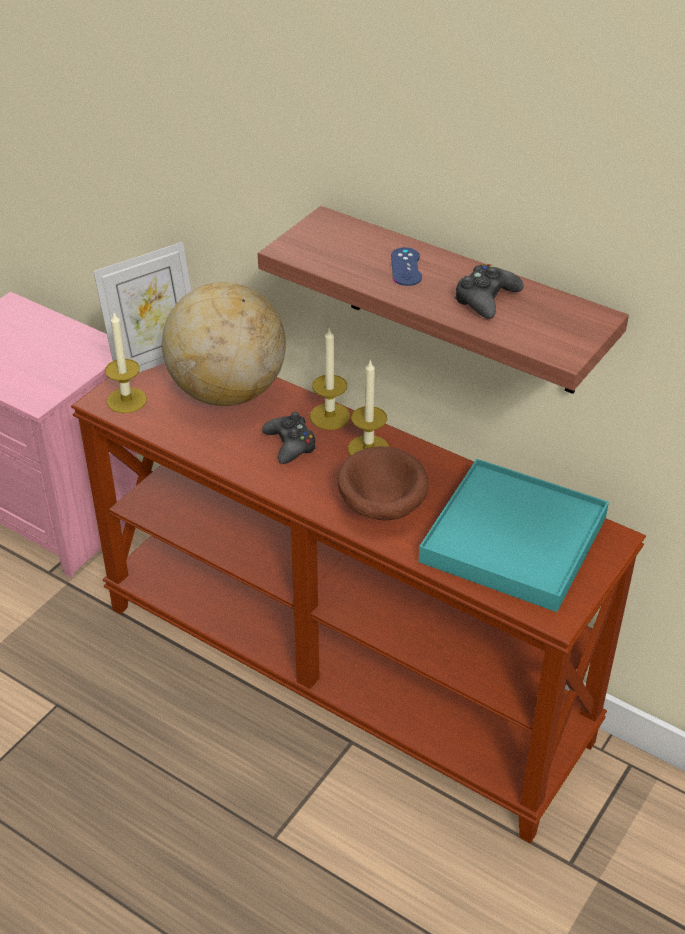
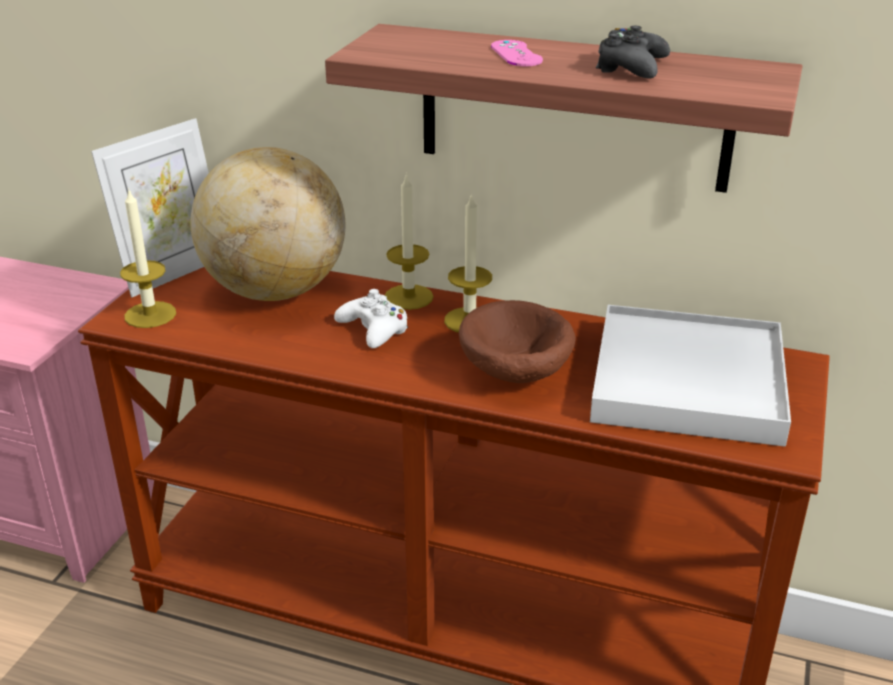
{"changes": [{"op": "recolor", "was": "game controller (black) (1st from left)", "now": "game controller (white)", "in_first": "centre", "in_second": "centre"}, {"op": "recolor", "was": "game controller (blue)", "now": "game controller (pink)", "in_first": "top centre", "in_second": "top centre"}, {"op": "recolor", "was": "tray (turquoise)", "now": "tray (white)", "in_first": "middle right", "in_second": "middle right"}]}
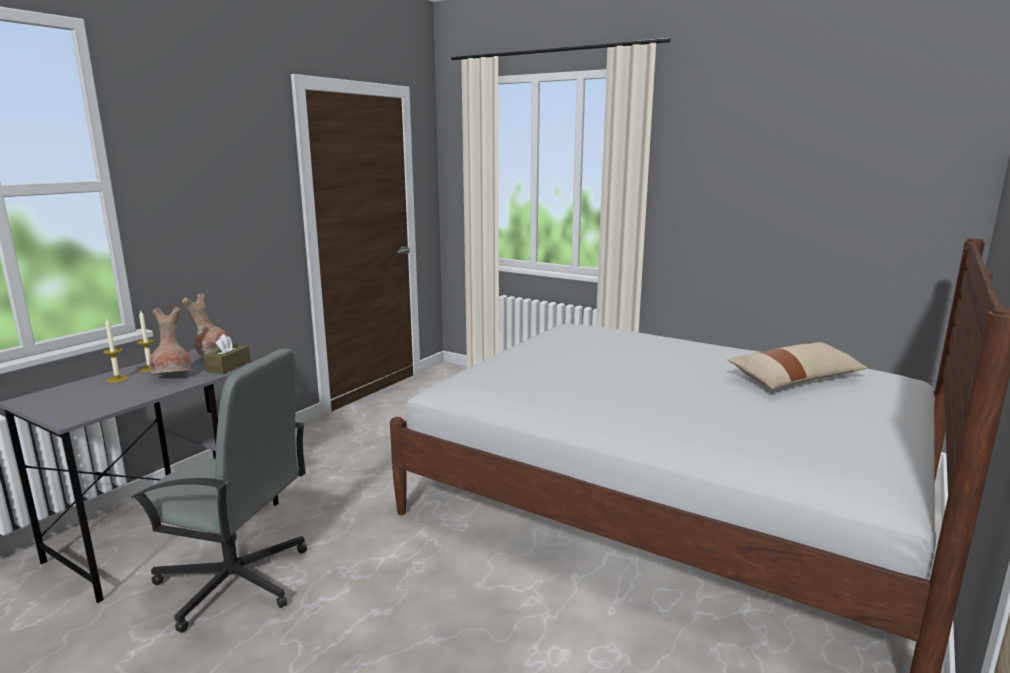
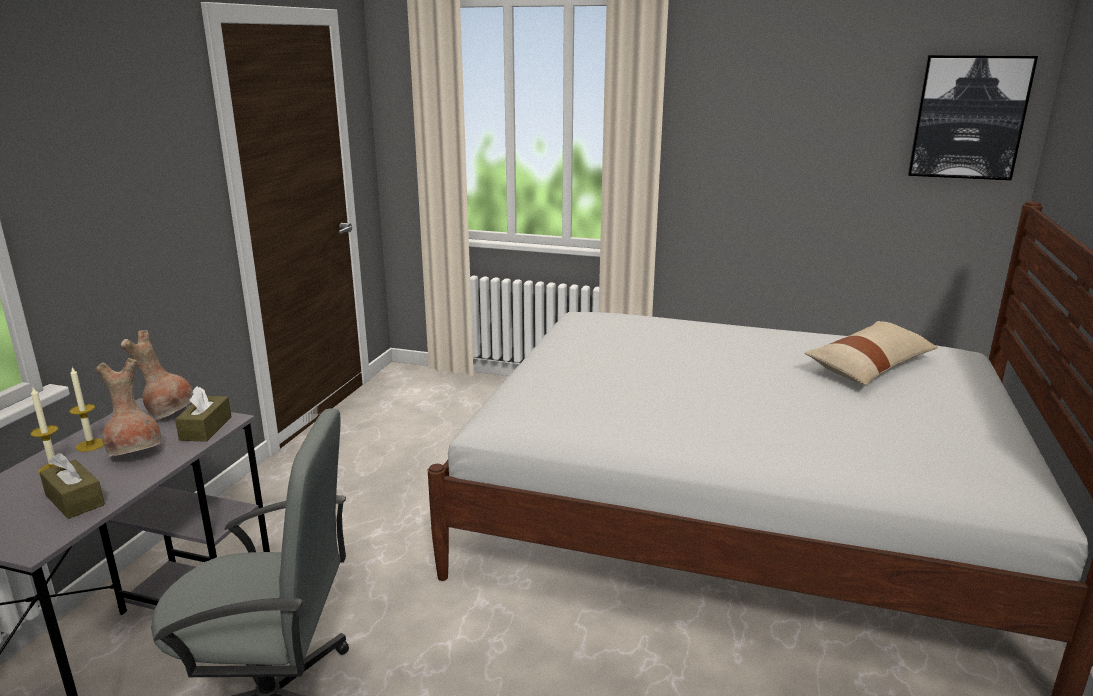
{"changes": [{"op": "insert", "now": "tissue box (brown) (1st from left)", "in_second": "bottom left"}, {"op": "insert", "now": "picture", "in_second": "top right"}]}
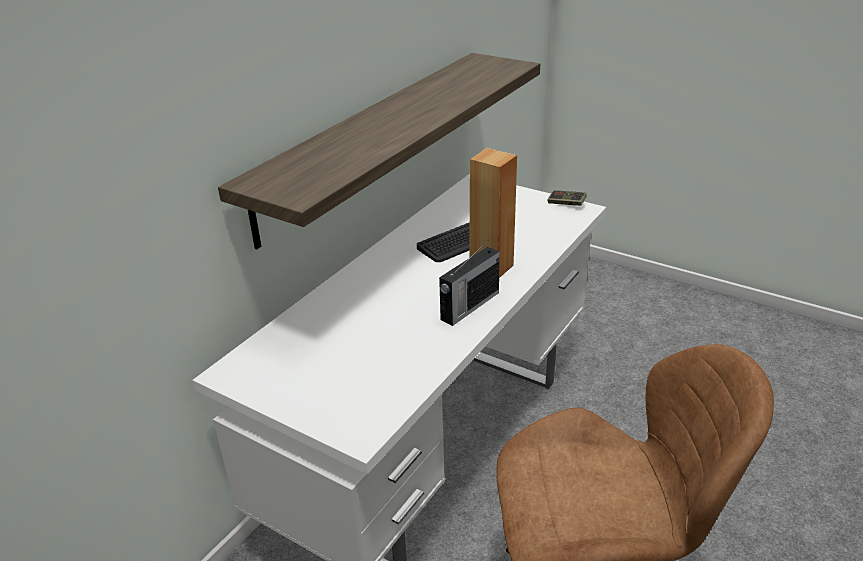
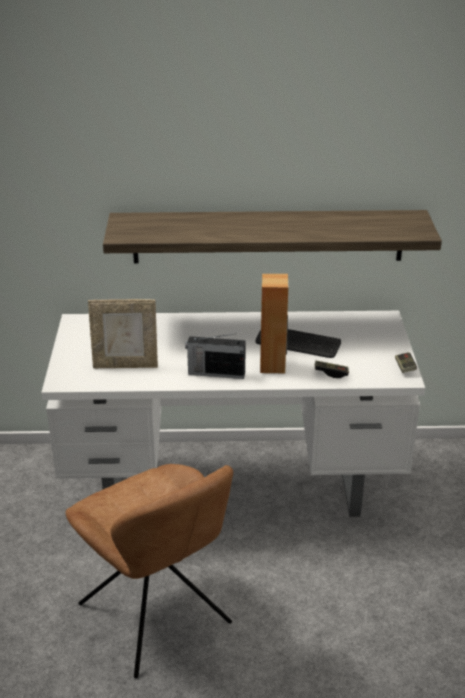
{"changes": [{"op": "insert", "now": "picture frame", "in_second": "middle left"}, {"op": "insert", "now": "game controller (1st from left)", "in_second": "middle right"}]}
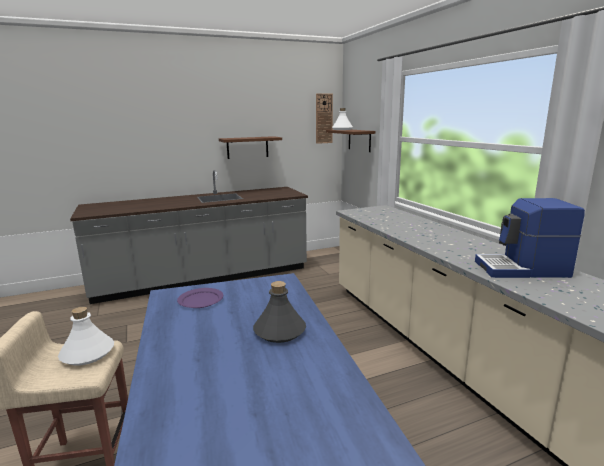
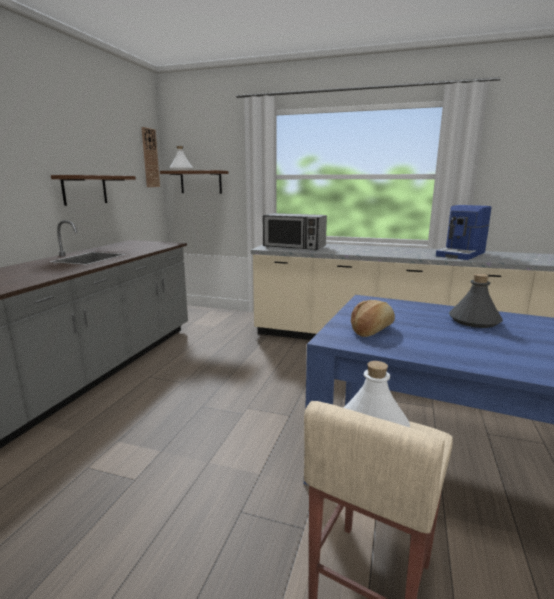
{"changes": [{"op": "replace", "was": "plate (purple)", "now": "bread", "in_first": "middle left", "in_second": "middle right"}, {"op": "insert", "now": "microwave", "in_second": "centre"}]}
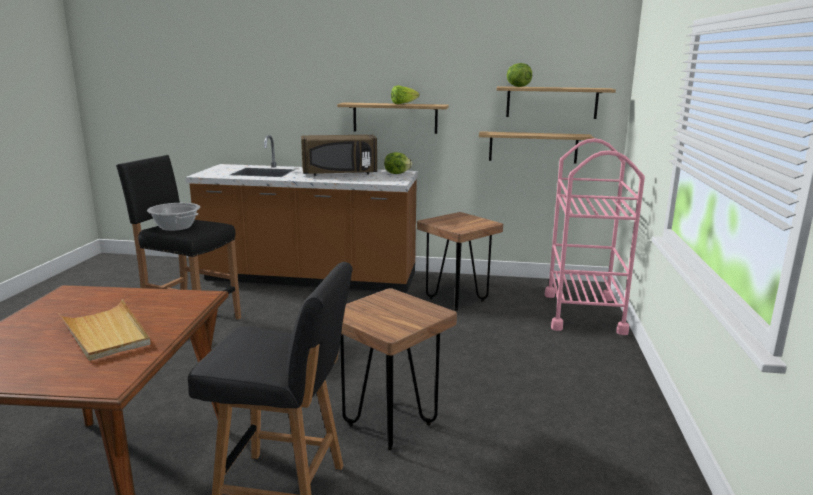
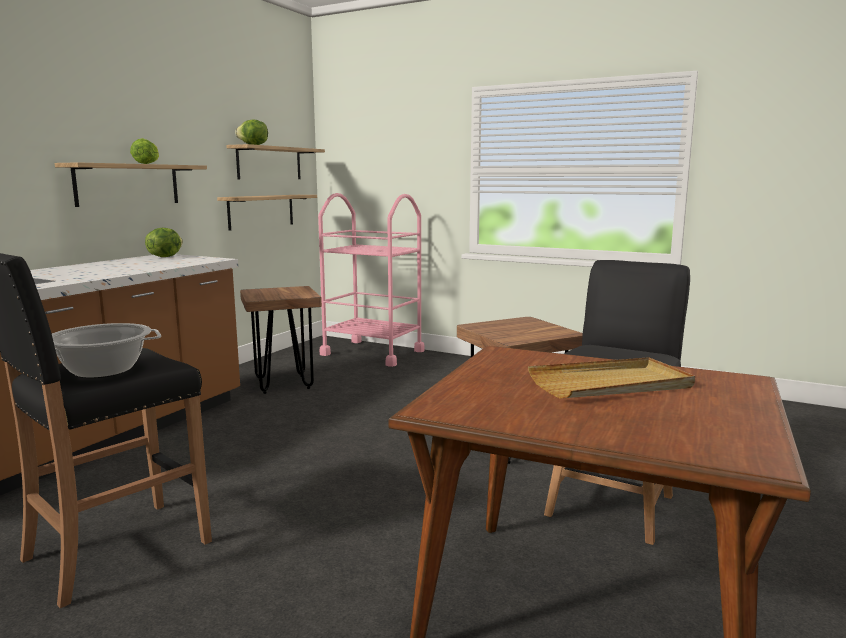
{"changes": [{"op": "delete", "was": "microwave (brown)", "in_first": "top centre"}]}
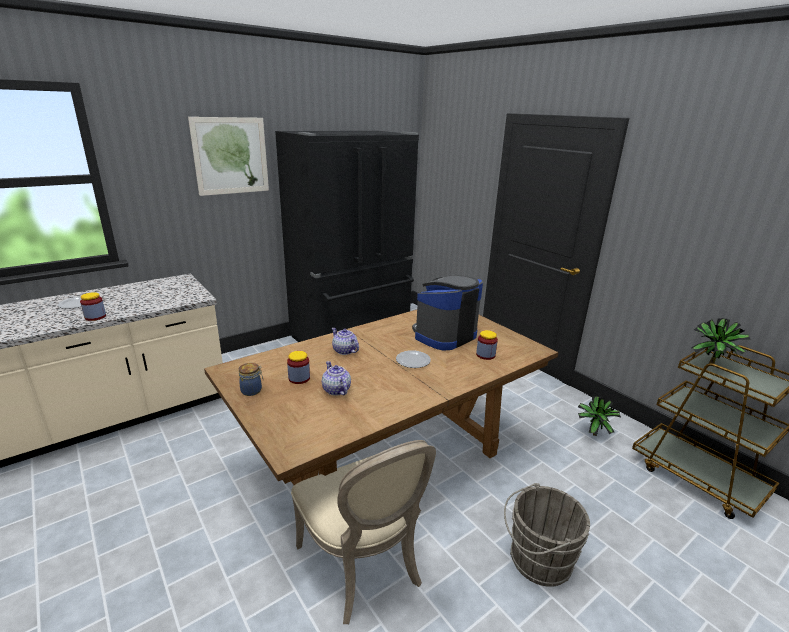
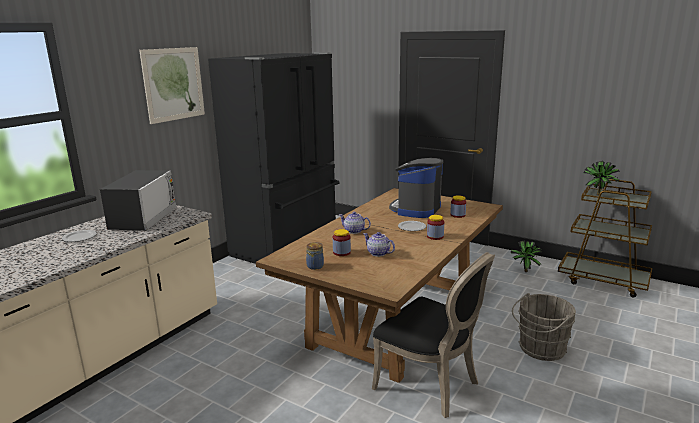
{"changes": [{"op": "move", "was": "jar (1st from left in the first image)", "now": "jar (3rd from left)", "in_first": "middle left", "in_second": "centre"}, {"op": "recolor", "was": "chair (beige)", "now": "chair (black)", "in_first": "bottom centre", "in_second": "bottom centre"}, {"op": "insert", "now": "microwave", "in_second": "middle left"}]}
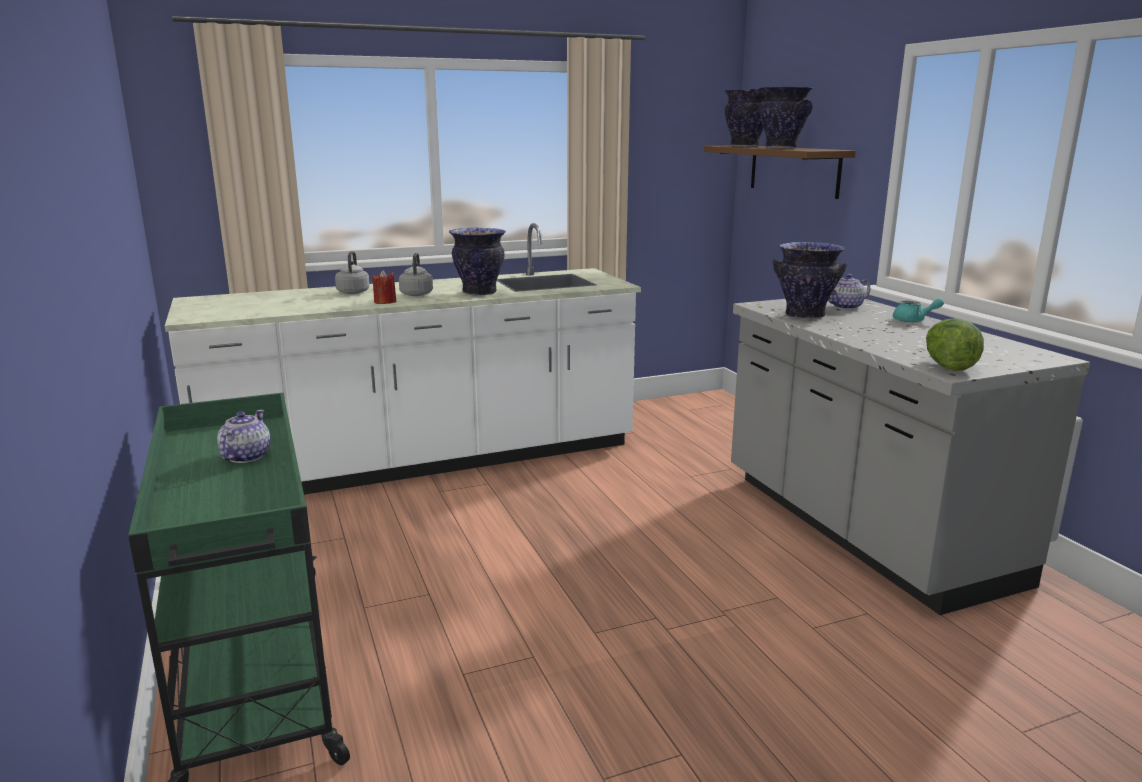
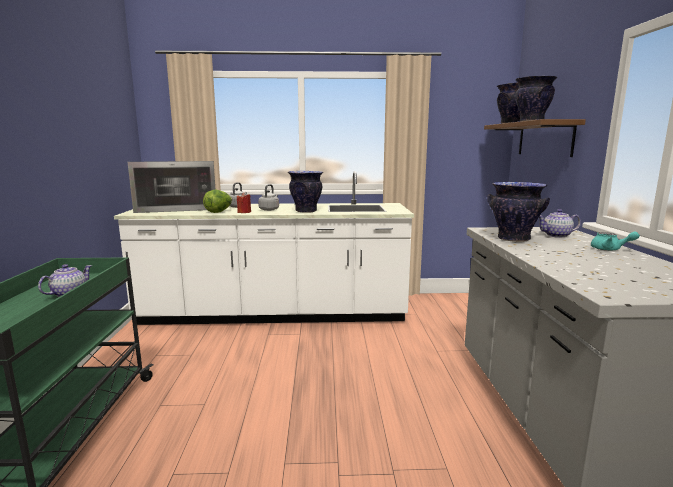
{"changes": [{"op": "move", "was": "lettuce", "in_first": "middle right", "in_second": "middle left"}, {"op": "insert", "now": "microwave", "in_second": "middle left"}]}
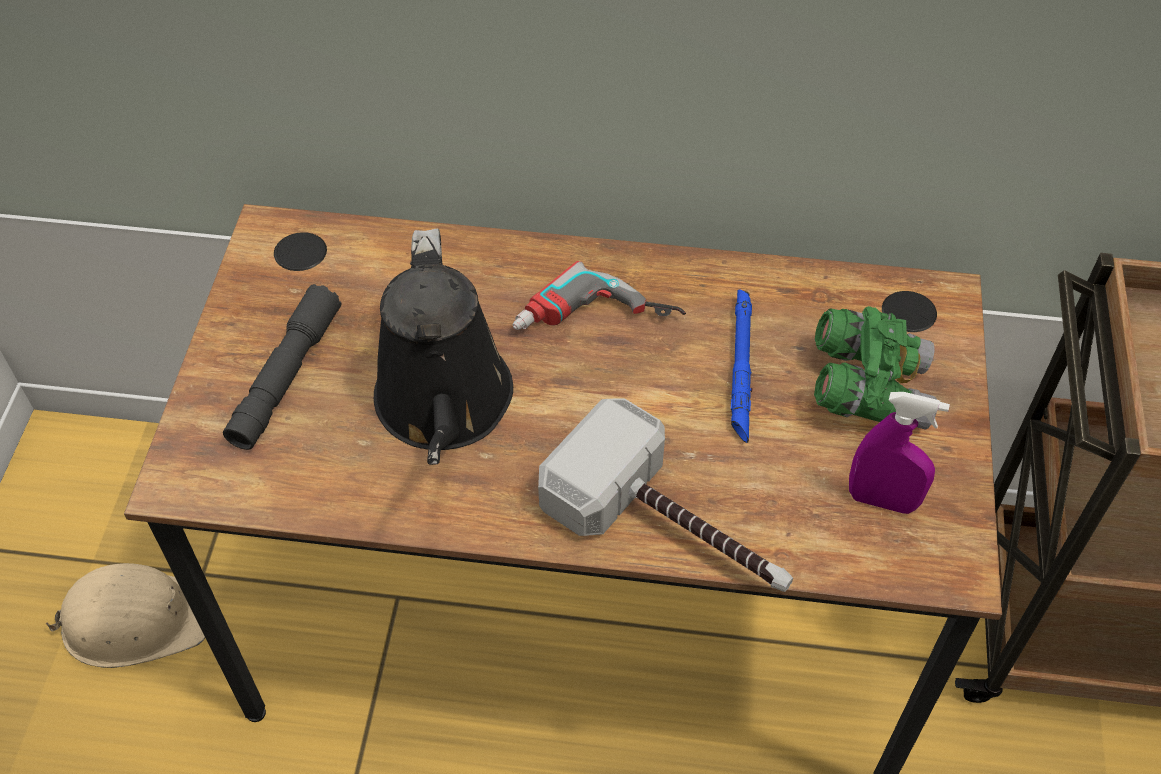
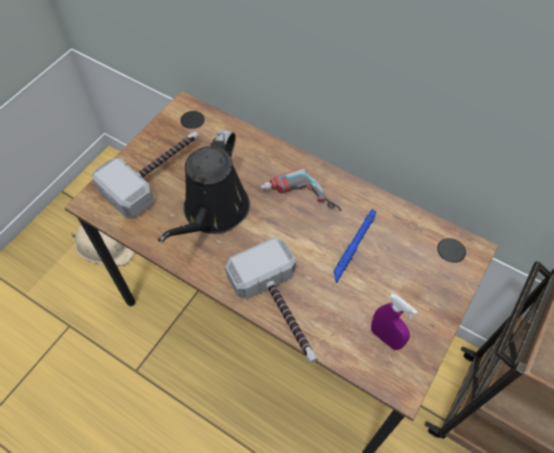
{"changes": [{"op": "replace", "was": "flashlight (grey)", "now": "hammer (1st from left)", "in_first": "middle left", "in_second": "middle left"}, {"op": "delete", "was": "binoculars (green)", "in_first": "middle right"}]}
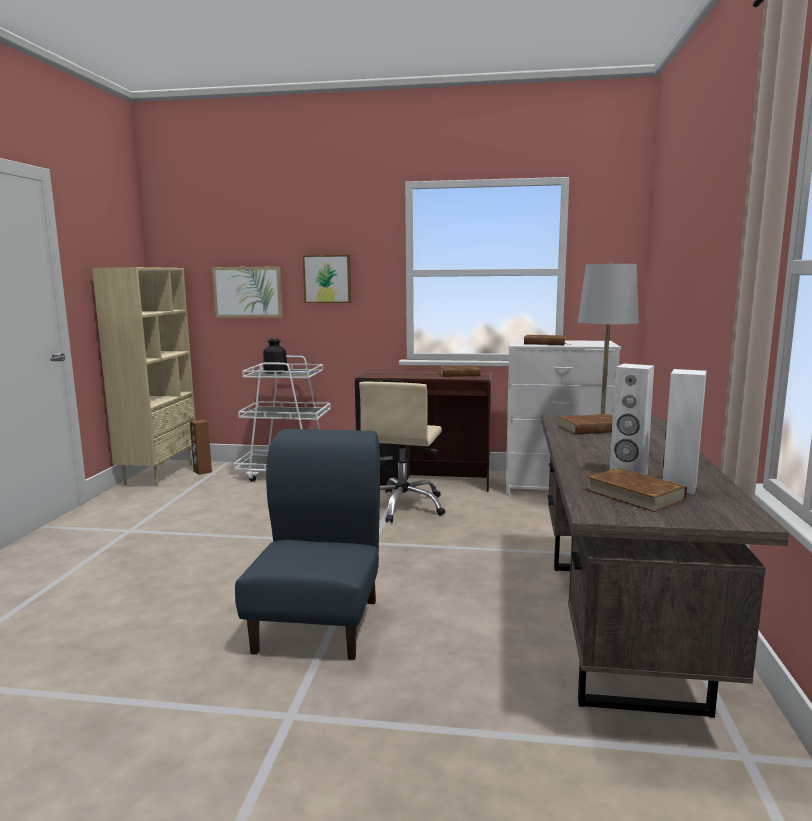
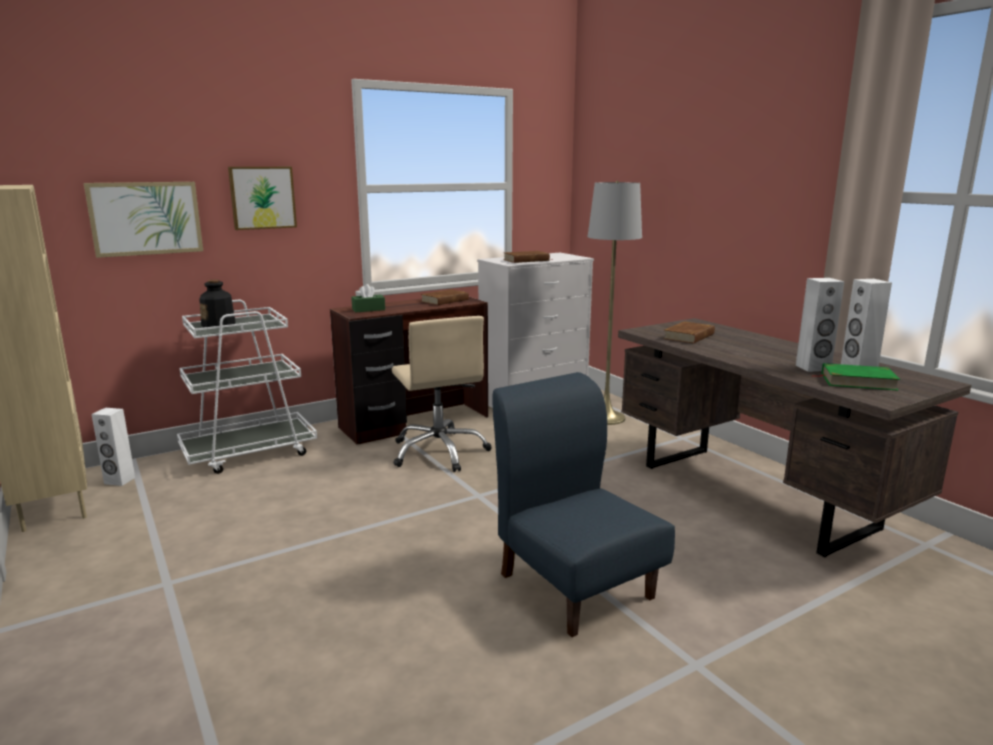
{"changes": [{"op": "recolor", "was": "speaker (brown)", "now": "speaker (white) (1st from left)", "in_first": "middle left", "in_second": "middle left"}, {"op": "recolor", "was": "book (brown) (4th from left)", "now": "book (green)", "in_first": "middle right", "in_second": "middle right"}, {"op": "insert", "now": "tissue box (green)", "in_second": "centre"}]}
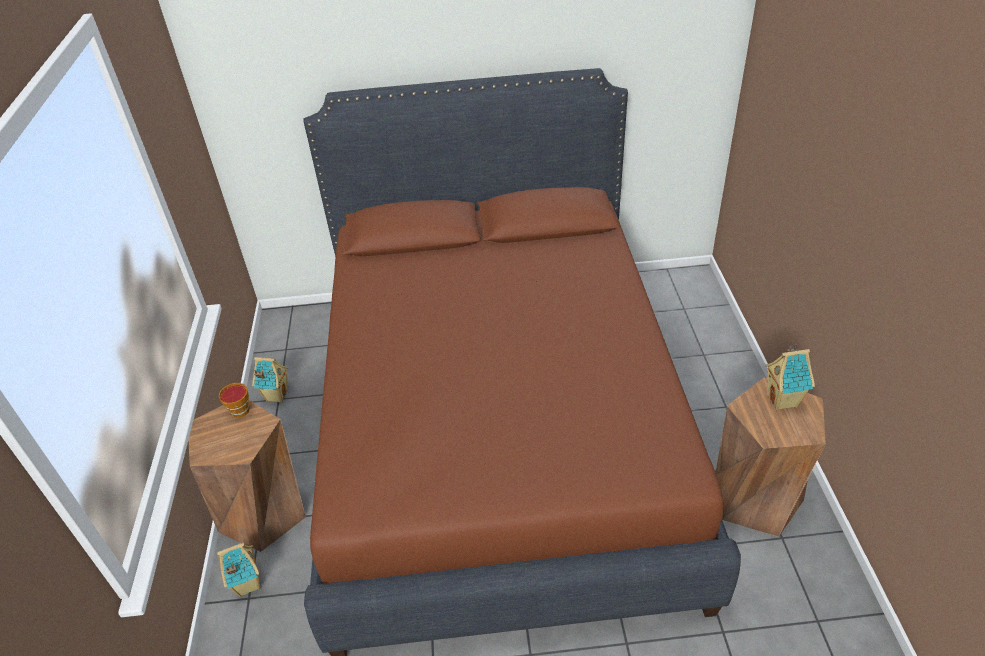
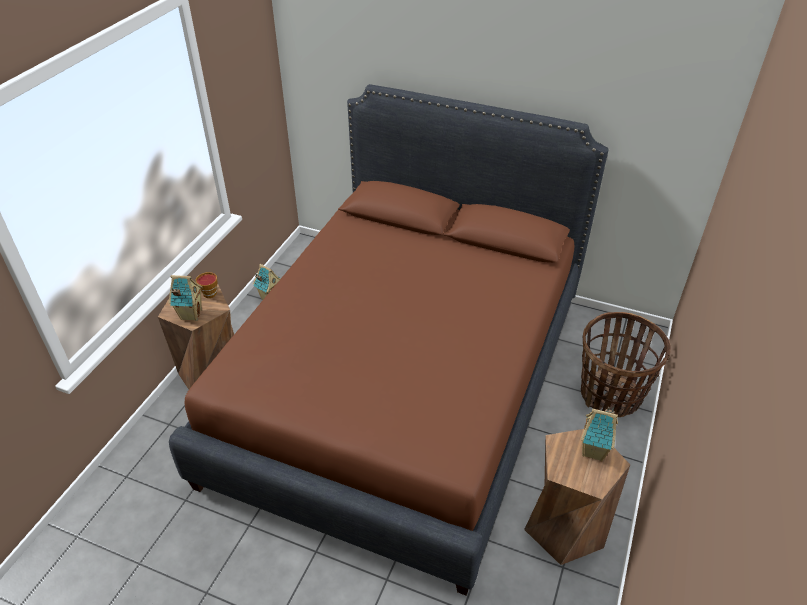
{"changes": [{"op": "move", "was": "toy house (1st from left)", "in_first": "bottom left", "in_second": "middle left"}, {"op": "insert", "now": "basket", "in_second": "middle right"}]}
